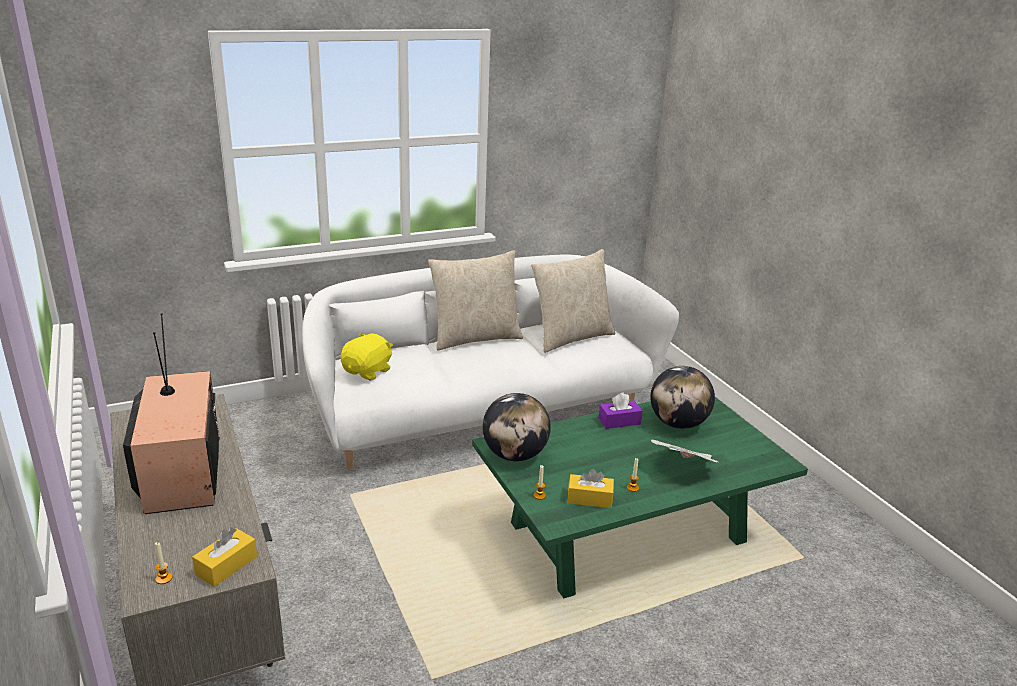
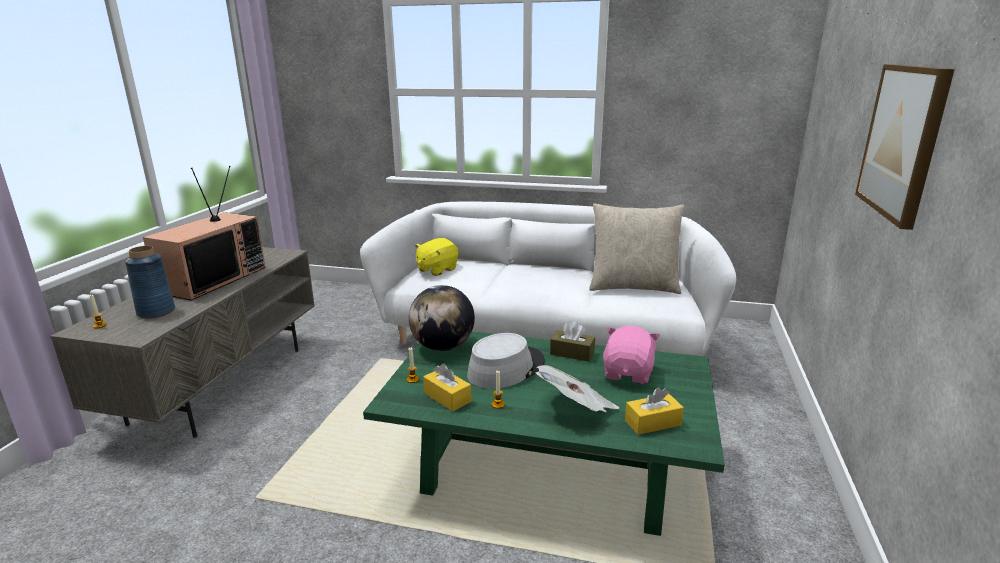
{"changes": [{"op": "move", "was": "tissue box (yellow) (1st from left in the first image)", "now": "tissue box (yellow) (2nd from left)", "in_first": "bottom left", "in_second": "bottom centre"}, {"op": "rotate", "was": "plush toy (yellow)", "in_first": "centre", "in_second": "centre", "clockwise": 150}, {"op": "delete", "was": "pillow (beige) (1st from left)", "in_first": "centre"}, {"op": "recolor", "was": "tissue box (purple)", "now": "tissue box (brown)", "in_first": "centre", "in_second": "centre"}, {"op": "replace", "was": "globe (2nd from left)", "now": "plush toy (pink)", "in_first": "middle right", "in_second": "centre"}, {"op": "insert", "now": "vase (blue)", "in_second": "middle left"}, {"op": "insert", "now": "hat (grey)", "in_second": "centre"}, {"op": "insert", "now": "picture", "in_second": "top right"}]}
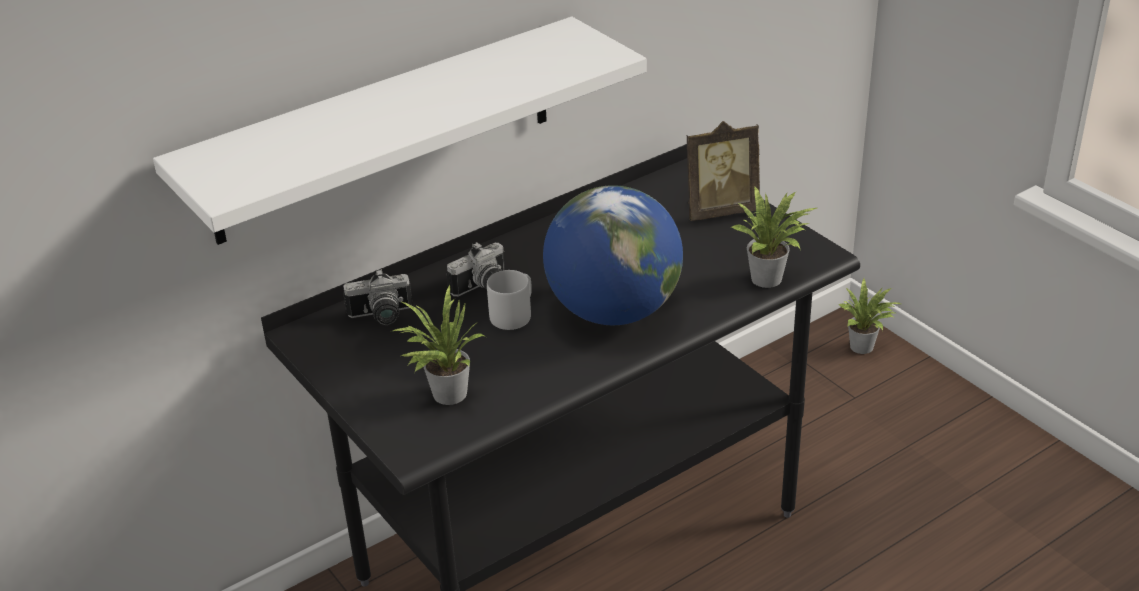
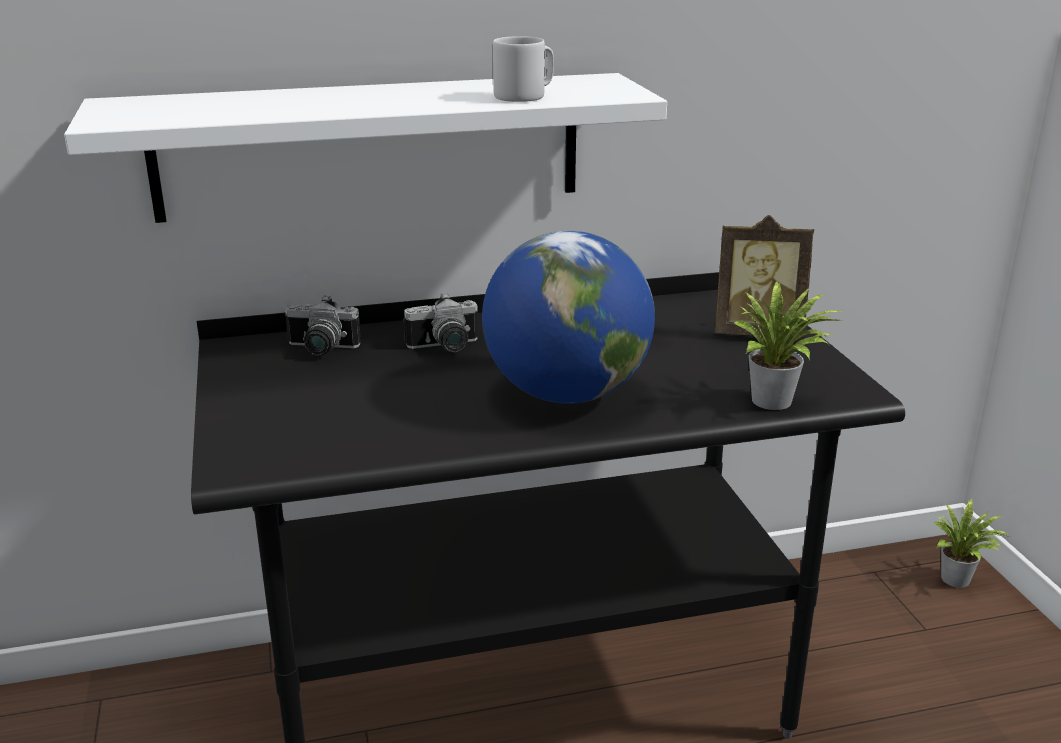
{"changes": [{"op": "delete", "was": "potted plant (1st from left)", "in_first": "centre"}, {"op": "move", "was": "mug (grey)", "in_first": "centre", "in_second": "top centre"}]}
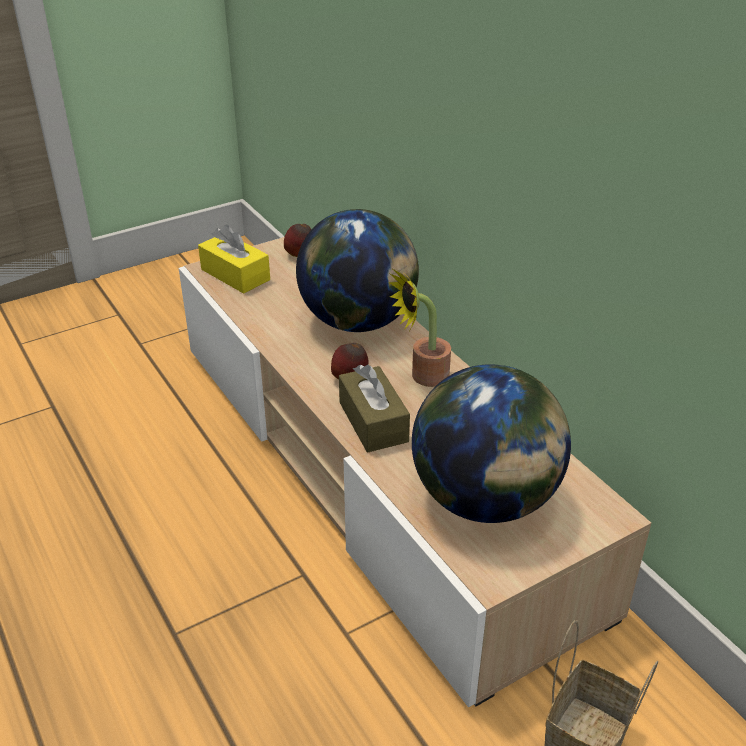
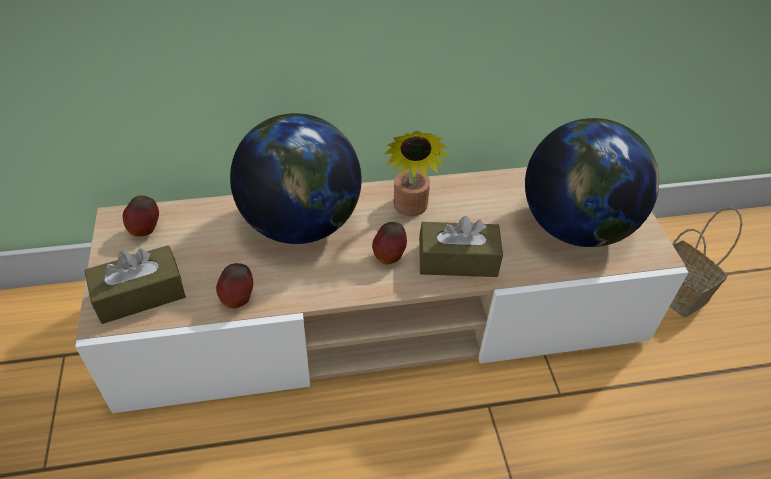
{"changes": [{"op": "recolor", "was": "tissue box (yellow)", "now": "tissue box (brown) (1st from left)", "in_first": "middle left", "in_second": "middle left"}, {"op": "insert", "now": "apple (2nd from left)", "in_second": "middle left"}]}
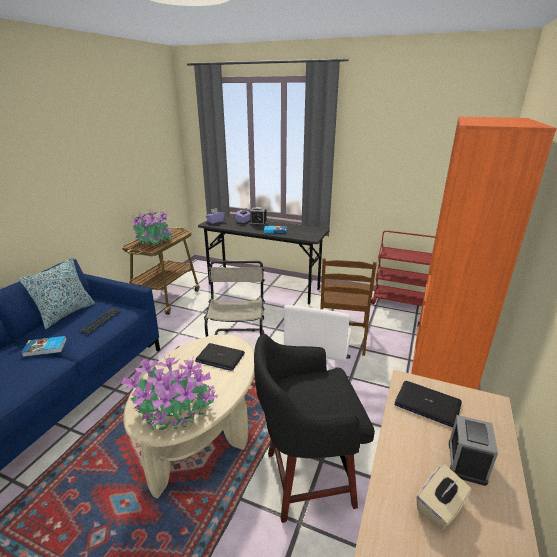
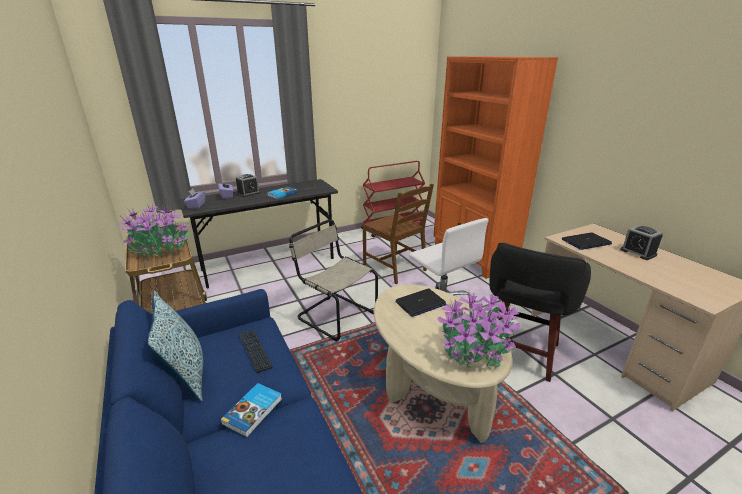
{"changes": [{"op": "delete", "was": "tissue box (beige)", "in_first": "bottom right"}]}
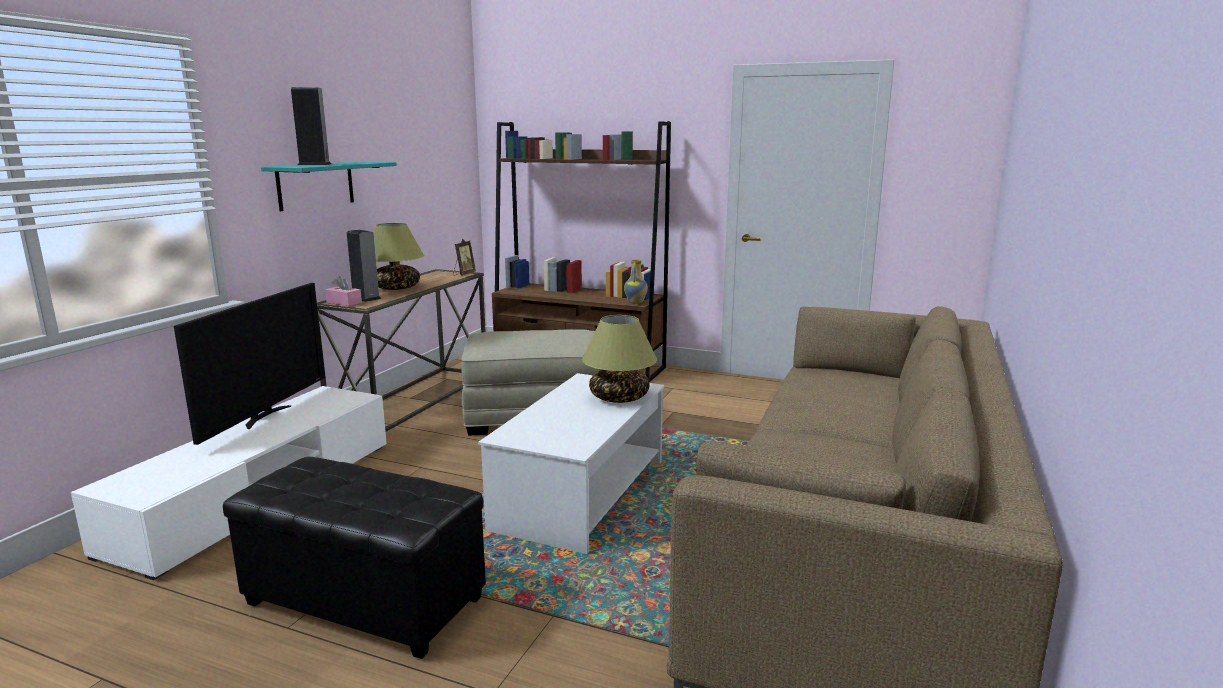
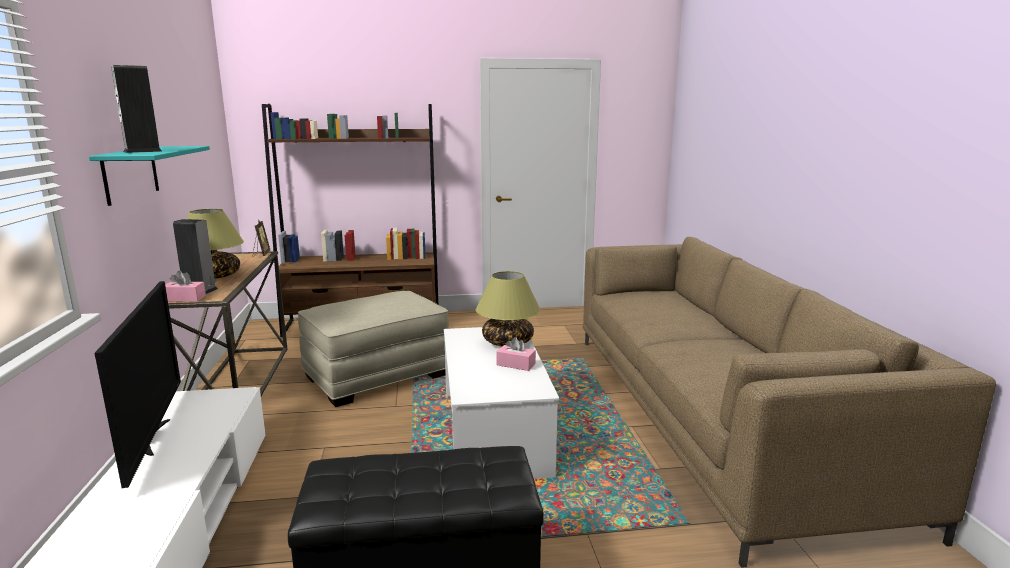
{"changes": [{"op": "delete", "was": "vase", "in_first": "centre"}, {"op": "insert", "now": "tissue box (pink) (2nd from left)", "in_second": "centre"}]}
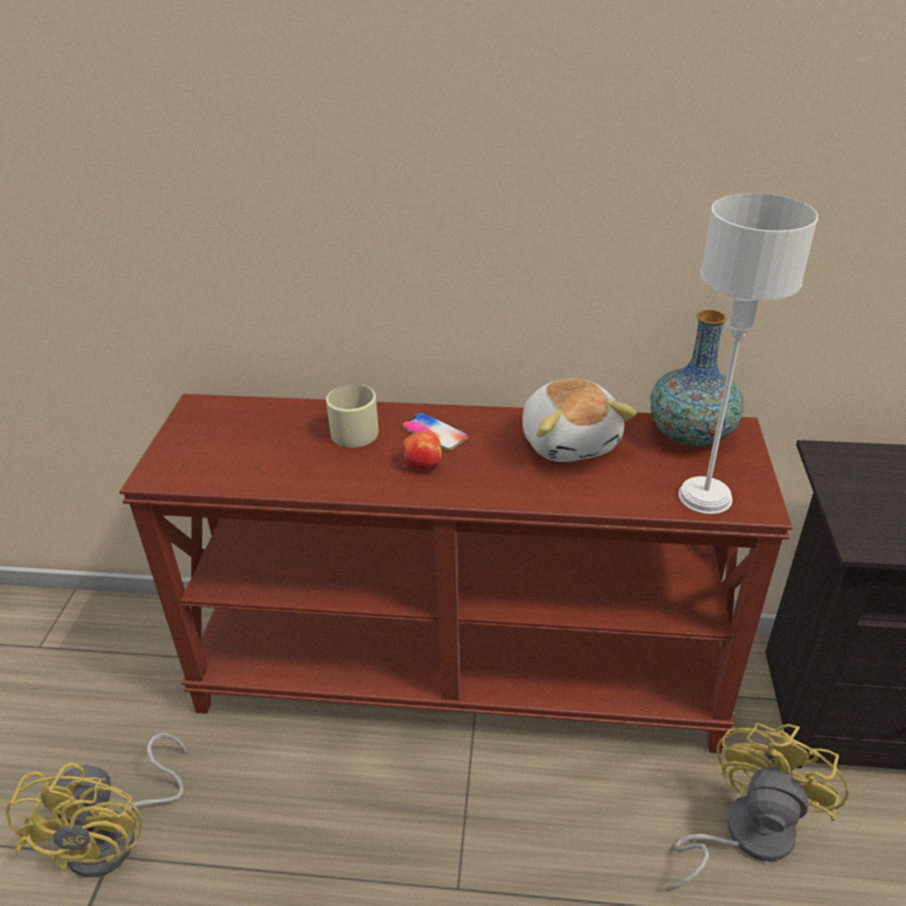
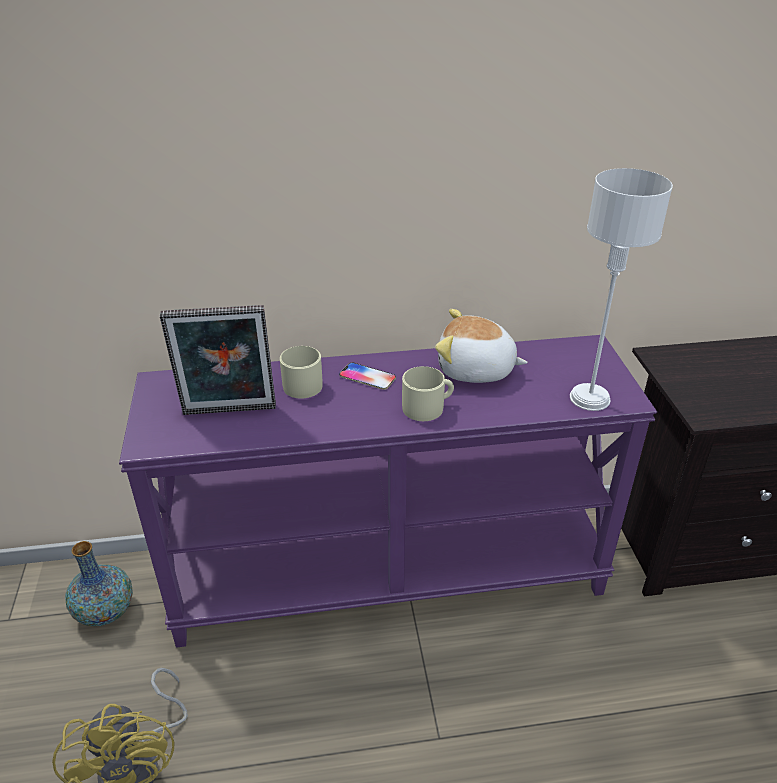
{"changes": [{"op": "recolor", "was": "console table (brown)", "now": "console table (purple)", "in_first": "centre", "in_second": "centre"}, {"op": "delete", "was": "apple", "in_first": "centre"}, {"op": "rotate", "was": "plush toy", "in_first": "centre", "in_second": "centre", "clockwise": 135}, {"op": "move", "was": "vase", "in_first": "middle right", "in_second": "bottom left"}, {"op": "delete", "was": "fan (yellow) (2nd from left)", "in_first": "bottom right"}, {"op": "insert", "now": "picture frame", "in_second": "middle left"}, {"op": "insert", "now": "mug (beige) (2nd from left)", "in_second": "centre"}]}
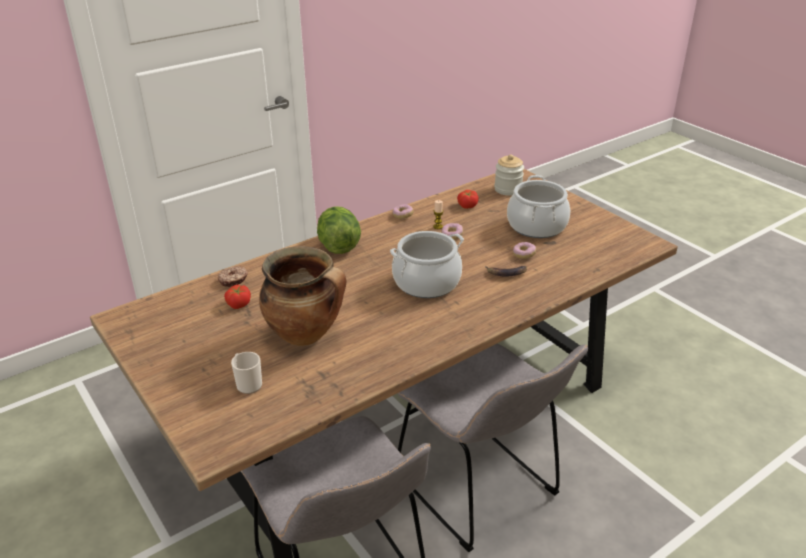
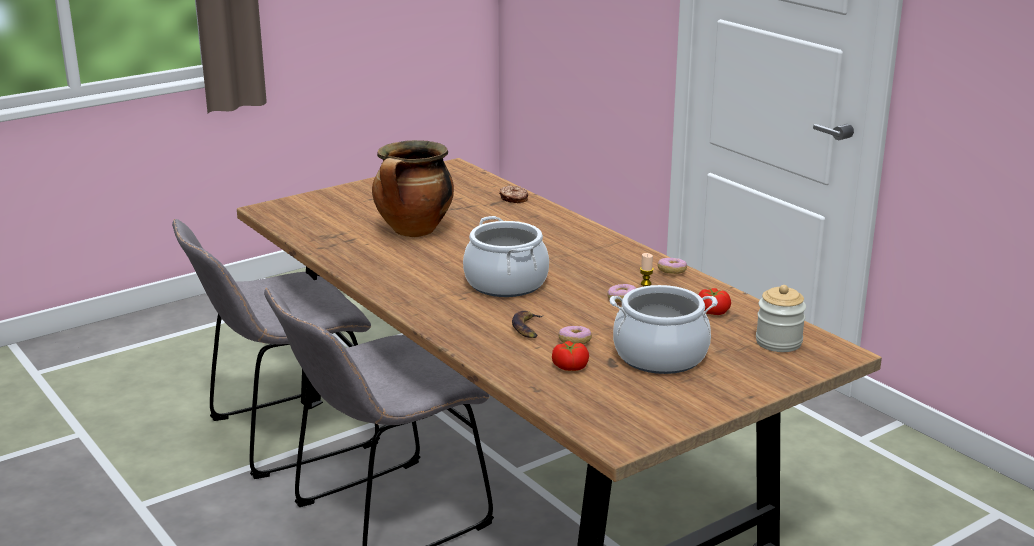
{"changes": [{"op": "move", "was": "tomato (1st from left)", "in_first": "middle left", "in_second": "centre"}, {"op": "delete", "was": "mug", "in_first": "bottom left"}, {"op": "delete", "was": "lettuce", "in_first": "centre"}]}
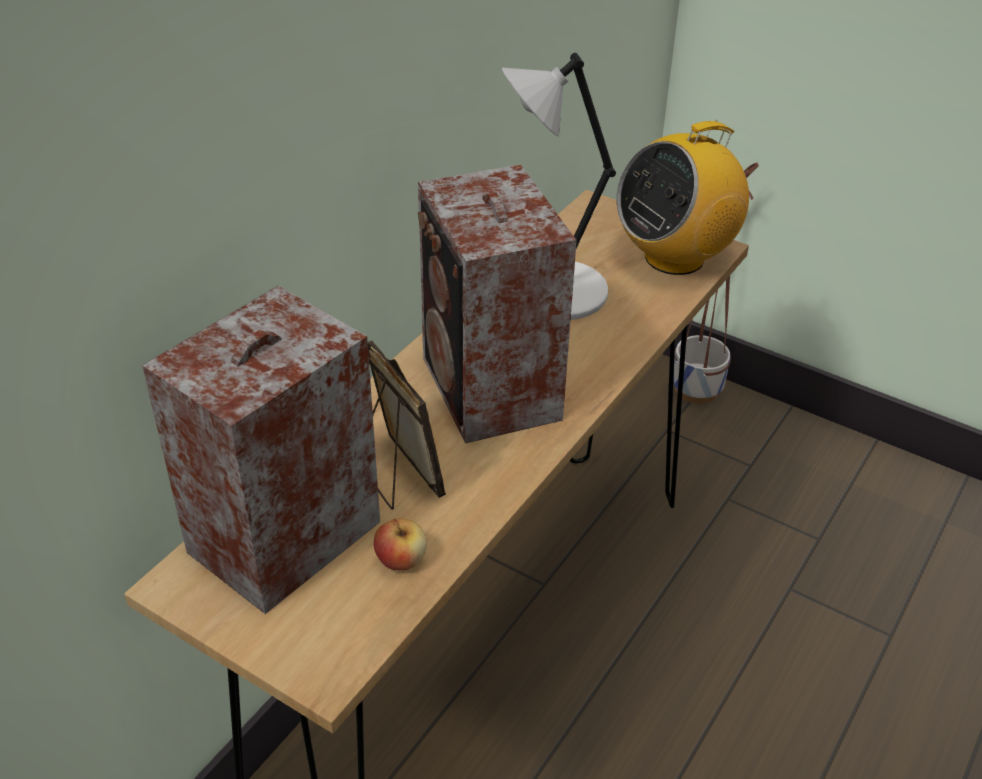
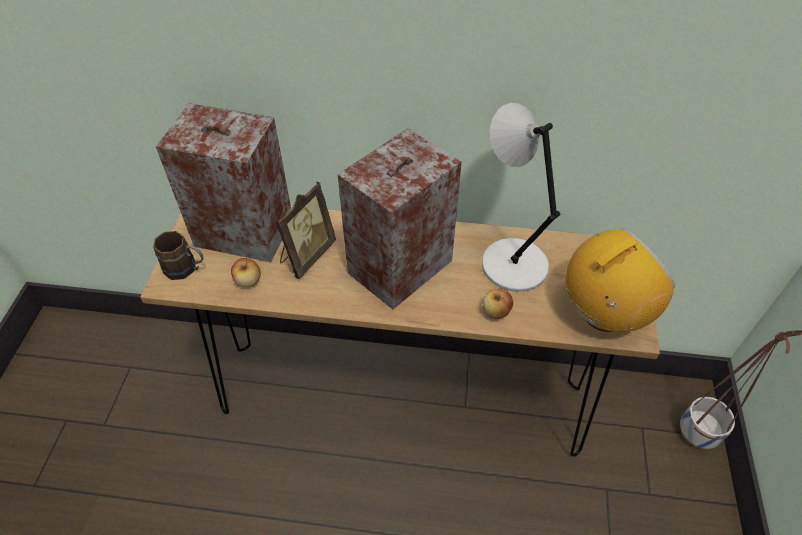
{"changes": [{"op": "rotate", "was": "radio", "in_first": "top right", "in_second": "middle right", "clockwise": 120}, {"op": "insert", "now": "mug (brown)", "in_second": "middle left"}, {"op": "insert", "now": "apple (2nd from left)", "in_second": "centre"}]}
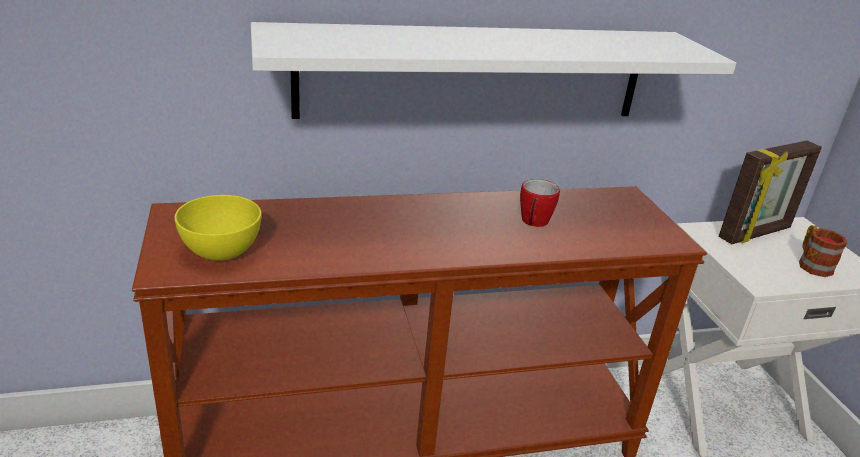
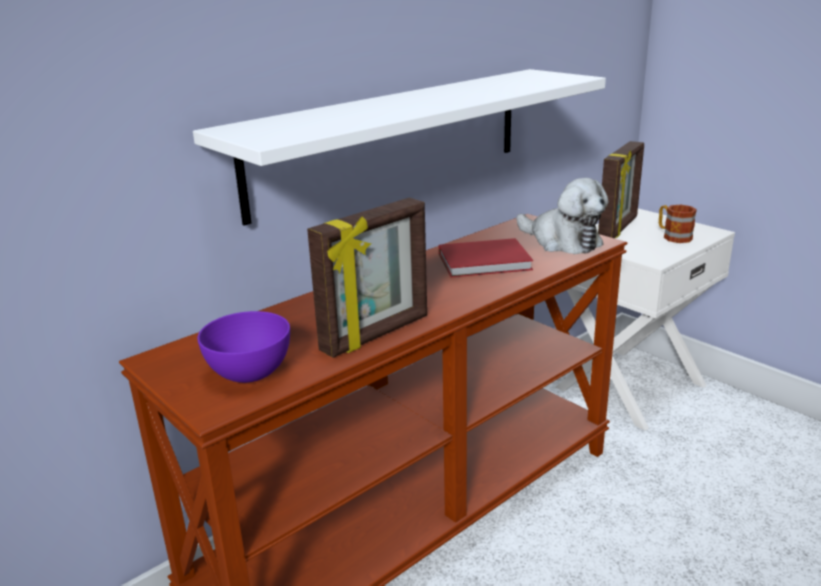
{"changes": [{"op": "recolor", "was": "bowl (yellow)", "now": "bowl (purple)", "in_first": "middle left", "in_second": "middle left"}, {"op": "replace", "was": "mug (1st from left)", "now": "book (red)", "in_first": "centre", "in_second": "centre"}, {"op": "insert", "now": "picture frame (1st from left)", "in_second": "centre"}, {"op": "insert", "now": "plush toy", "in_second": "middle right"}]}
